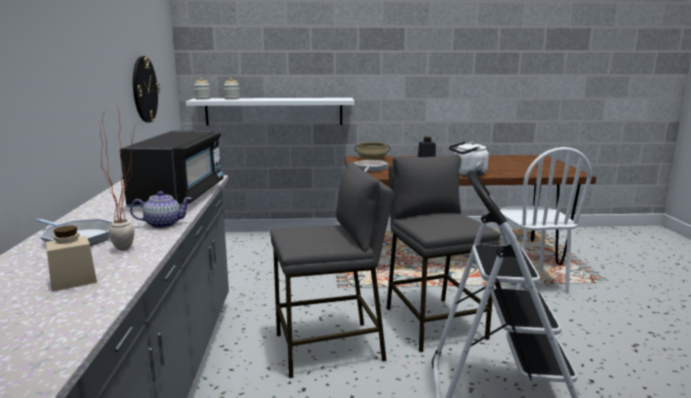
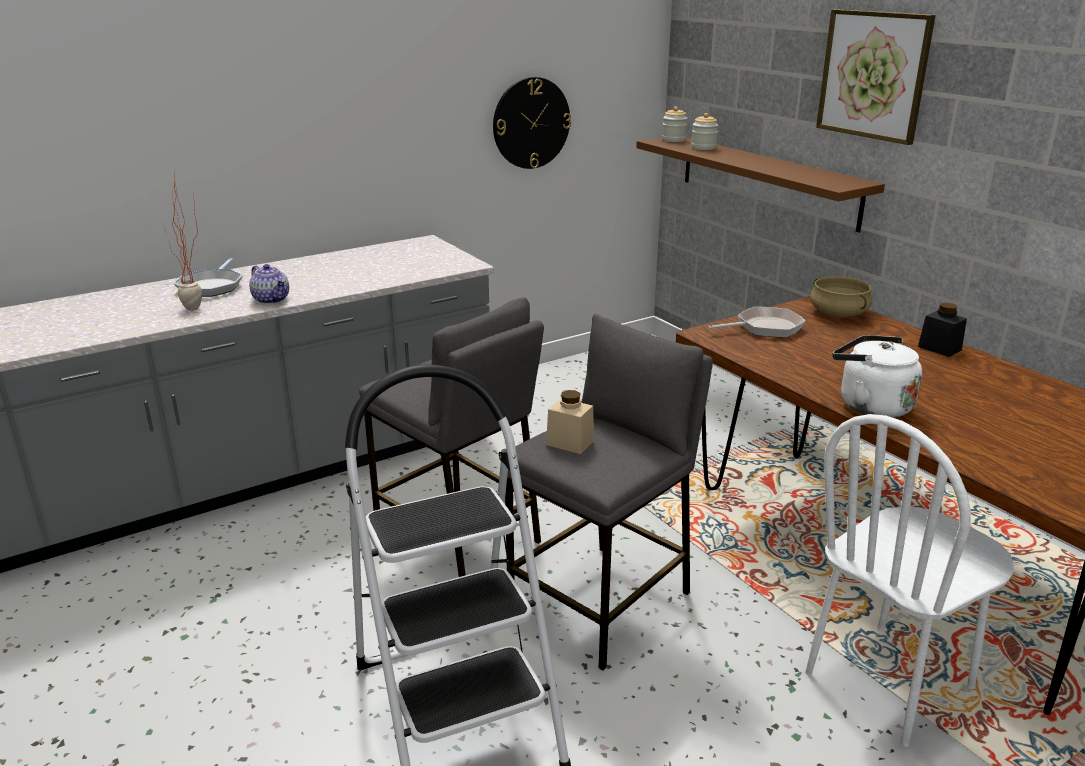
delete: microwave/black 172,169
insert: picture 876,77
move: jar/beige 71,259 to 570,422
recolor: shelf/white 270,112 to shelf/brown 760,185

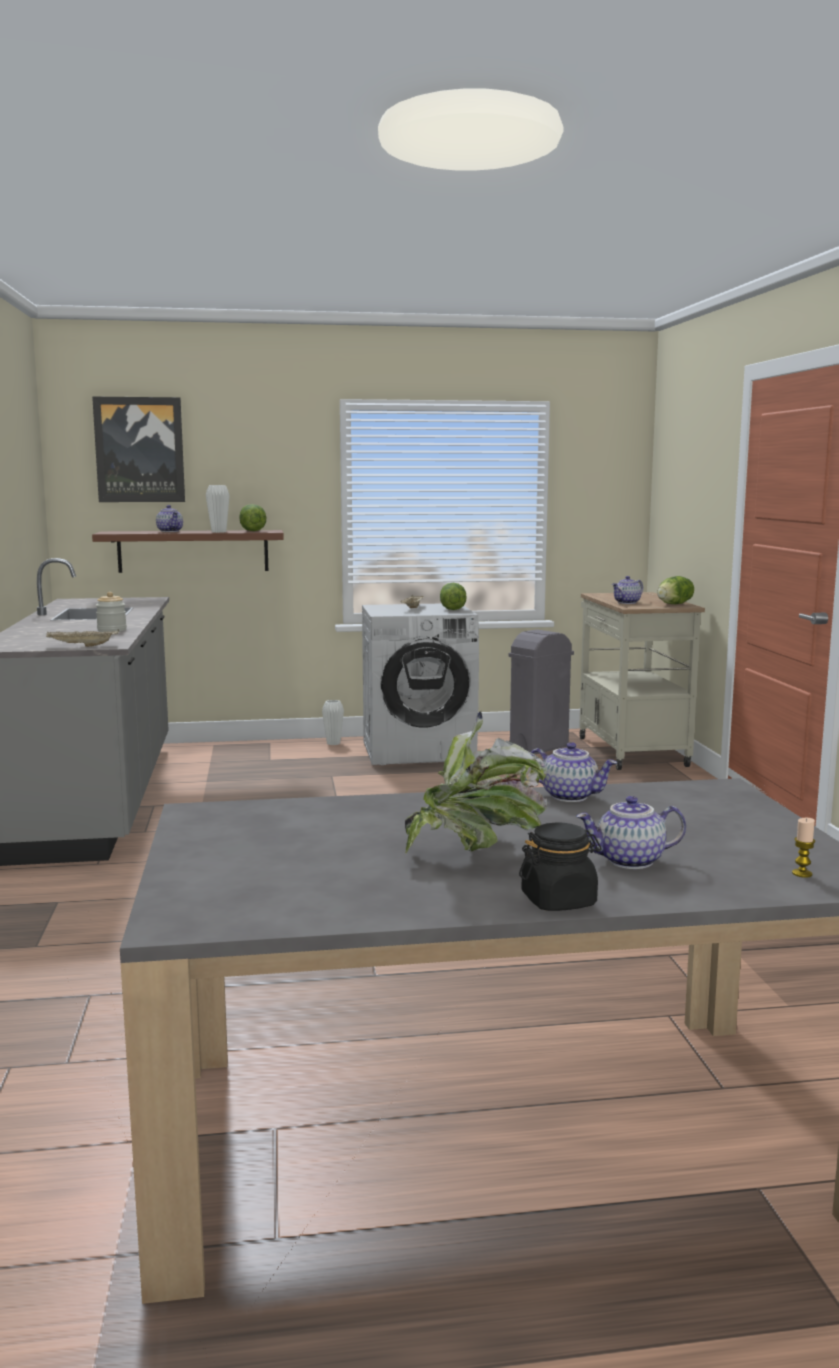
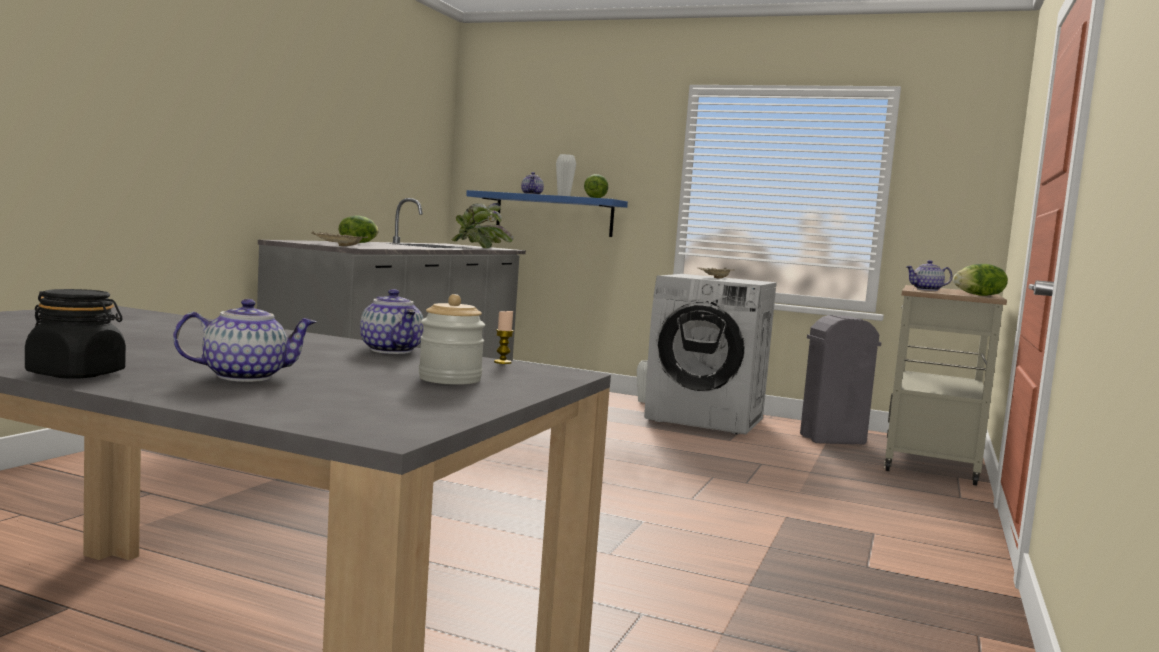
delete: picture 138,449
move: jar 111,612 to 452,339; potted plant 476,782 to 482,225; lettuce 453,596 to 359,229; candle 803,848 to 504,337
recolor: shelf/brown 188,551 to shelf/blue 547,213
rotate: teapot 631,832 = 244,340 135 degrees clockwise

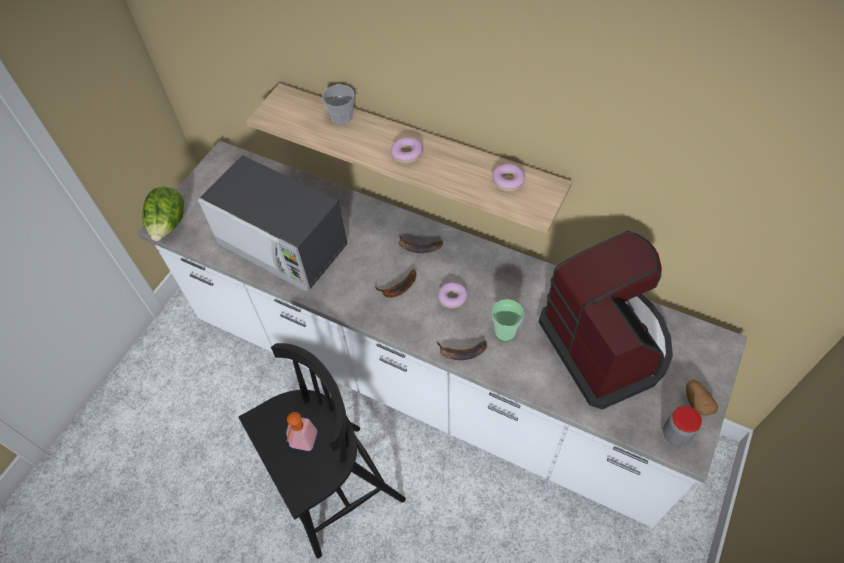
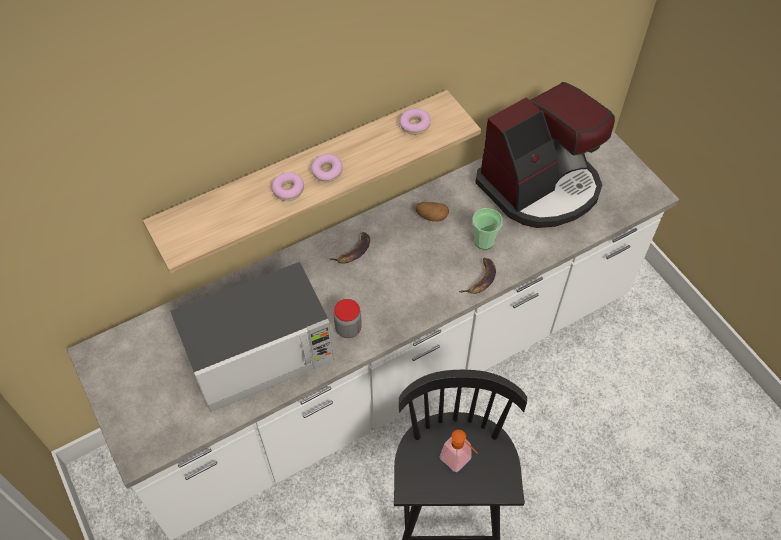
delete: lettuce 163,214; cup 338,104; banana 395,283
move: donut 453,295 to 288,186; jar 682,426 to 348,318; potato 702,398 to 432,212
rotate: coffee machine 606,320 = 545,155 135 degrees clockwise

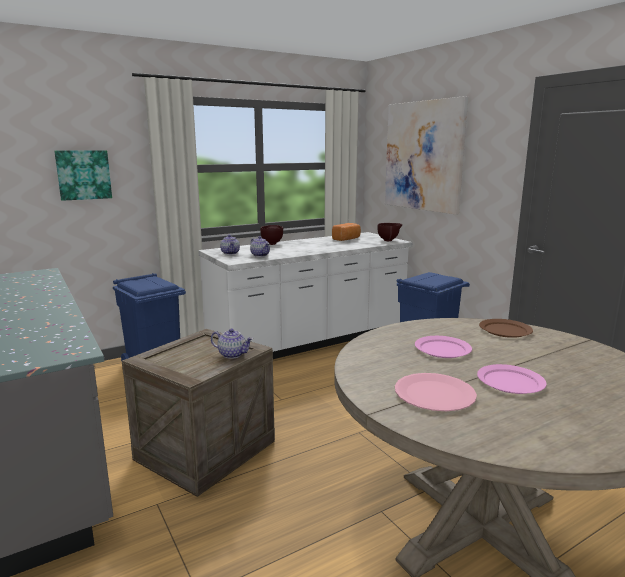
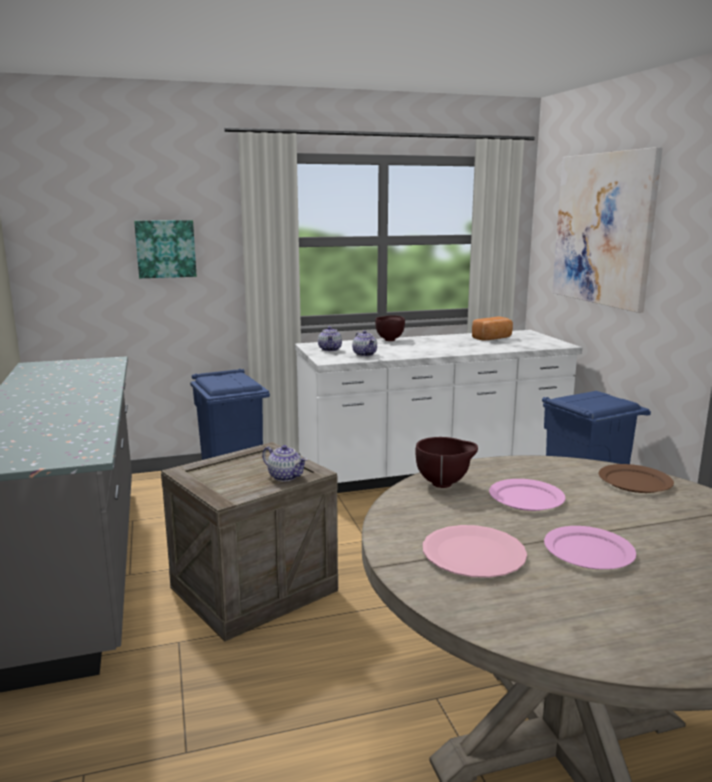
move: bowl/brown 389,232 to 446,462

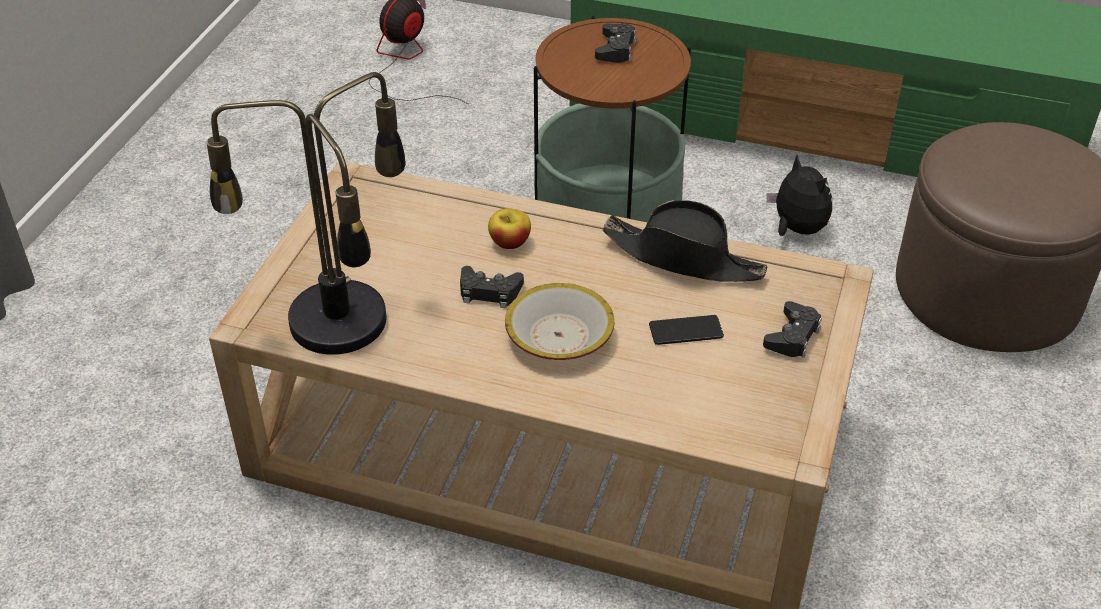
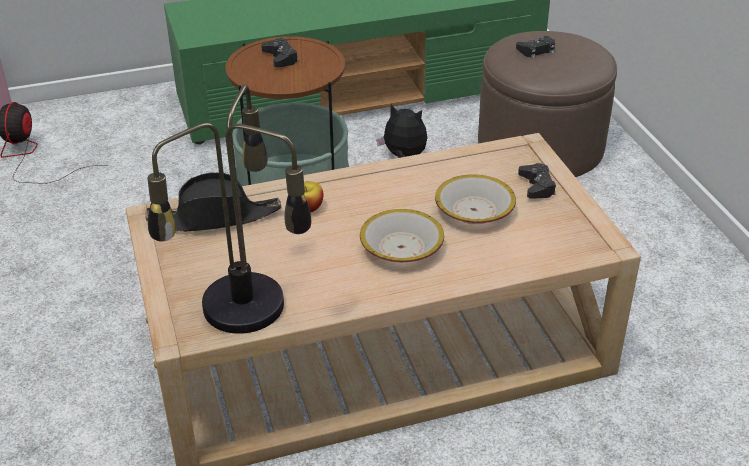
move: game controller/black 492,287 to 535,47; hat/black 685,241 to 213,202
replace: phone 686,330 to bowl 475,199

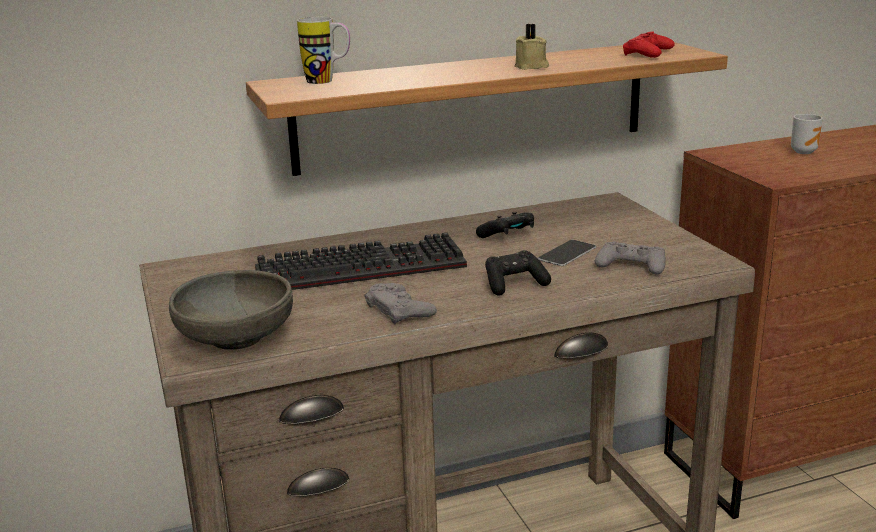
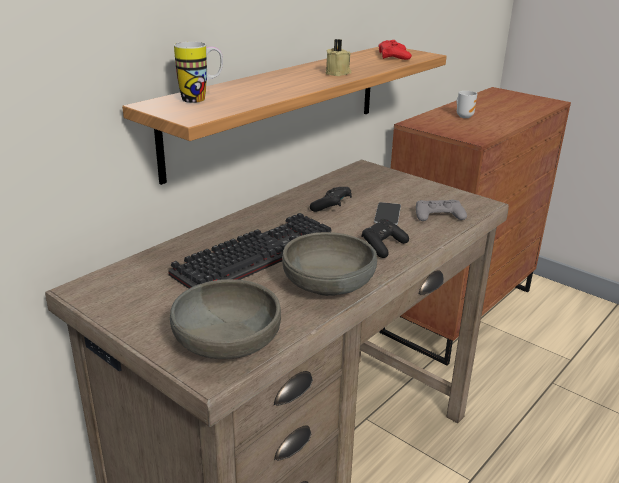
replace: game controller/grey 400,303 to bowl/grey 329,264

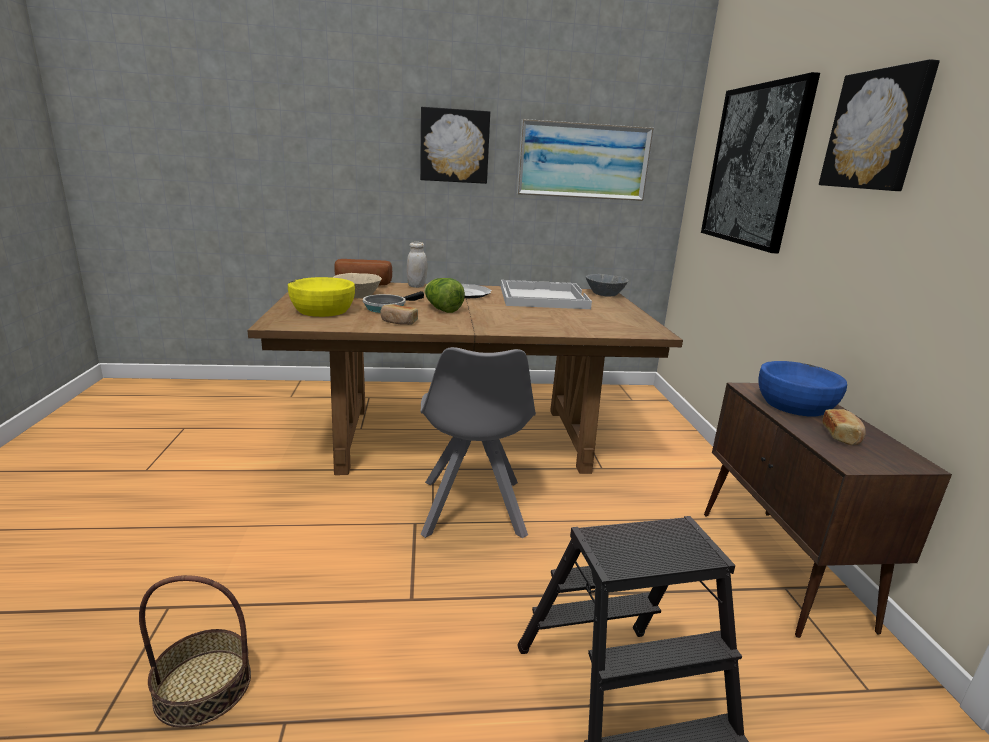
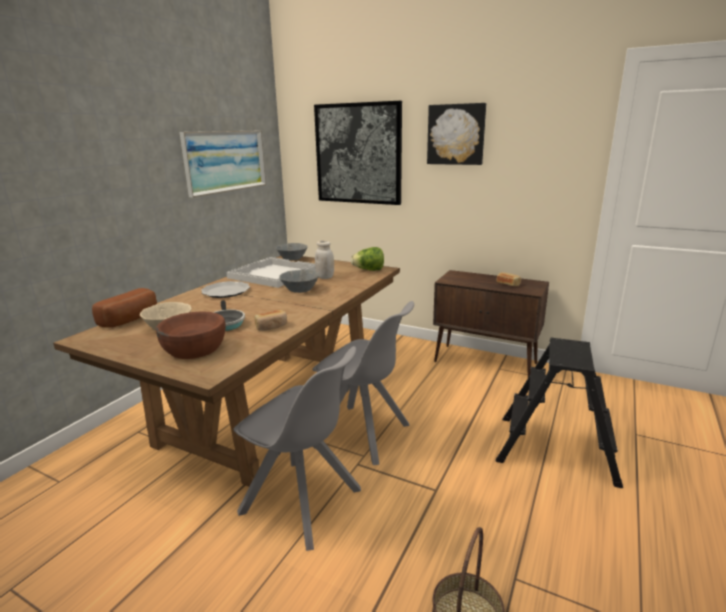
delete: picture 455,145; bowl/blue 802,388
insert: chair/grey 297,448; bowl/grey 299,281
move: jar/white 417,265 to 324,260; lettuce 444,295 to 367,259
recolor: bowl/yellow 321,297 to bowl/brown 191,335

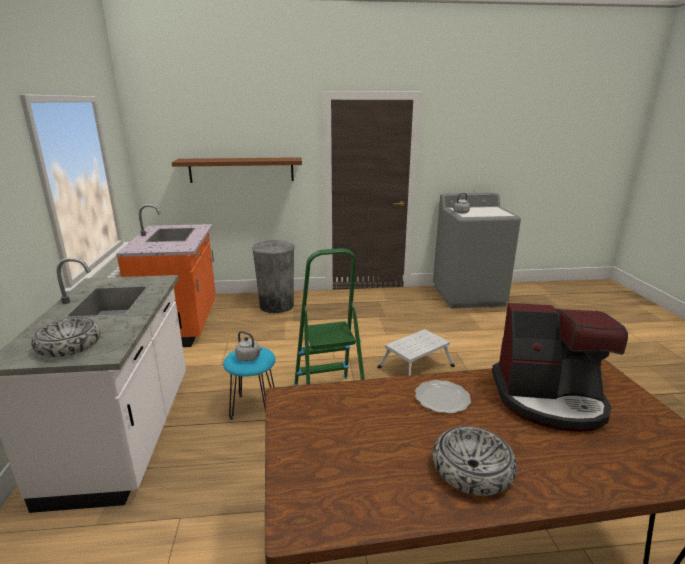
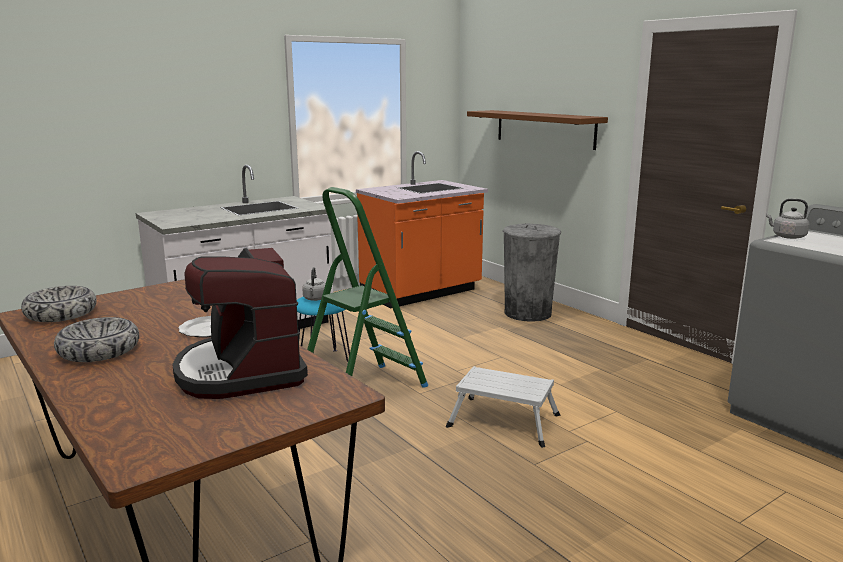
move: bowl 66,337 to 59,304

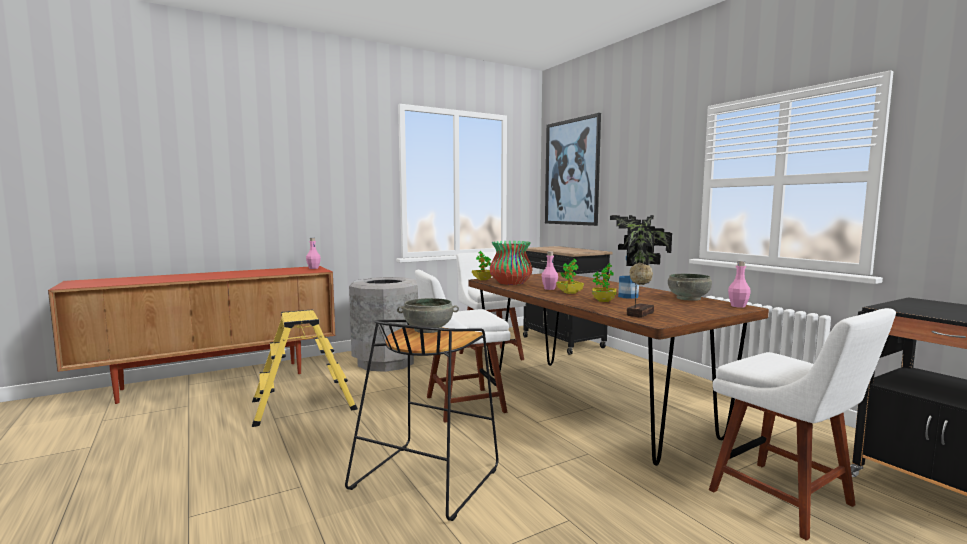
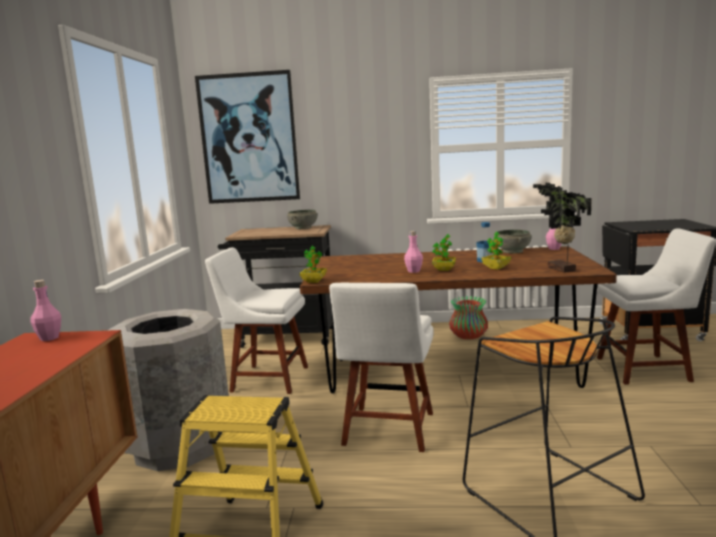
move: bowl/grey 428,315 to 302,219; vase 511,263 to 468,317

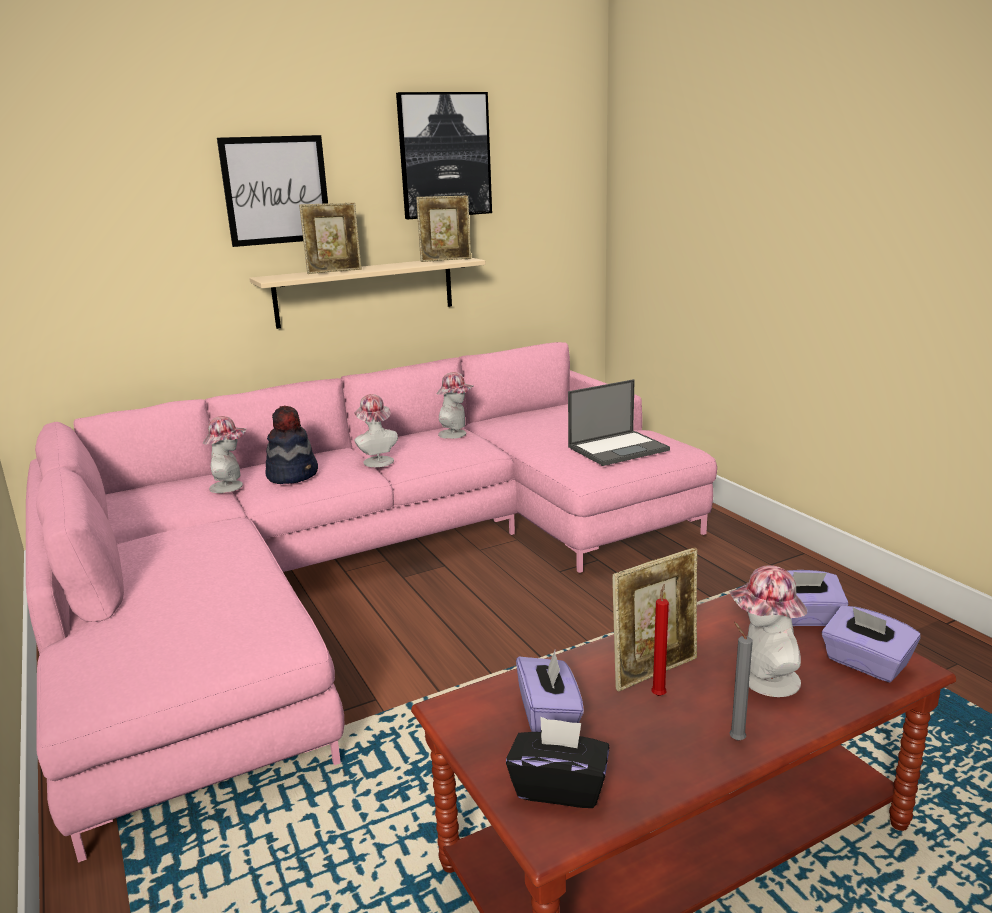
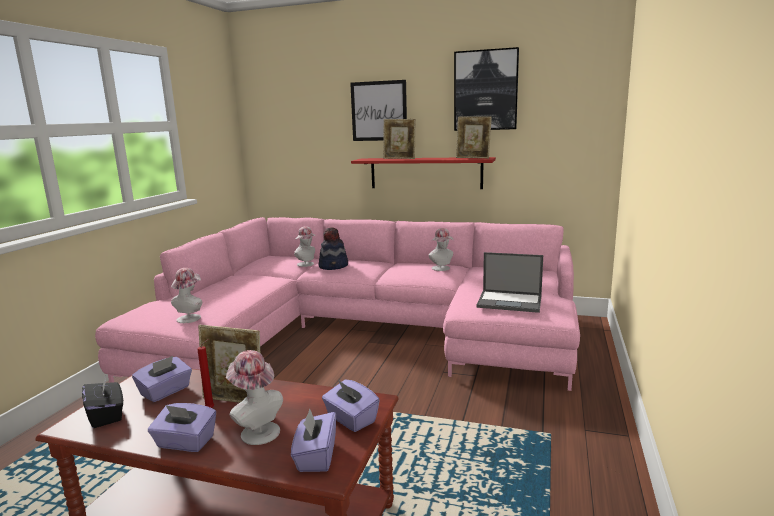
move: hat 376,430 to 186,295
replace: candle/grey 741,681 to tissue box/purple 182,427
recolor: shelf/beige 367,293 to shelf/red 423,173

